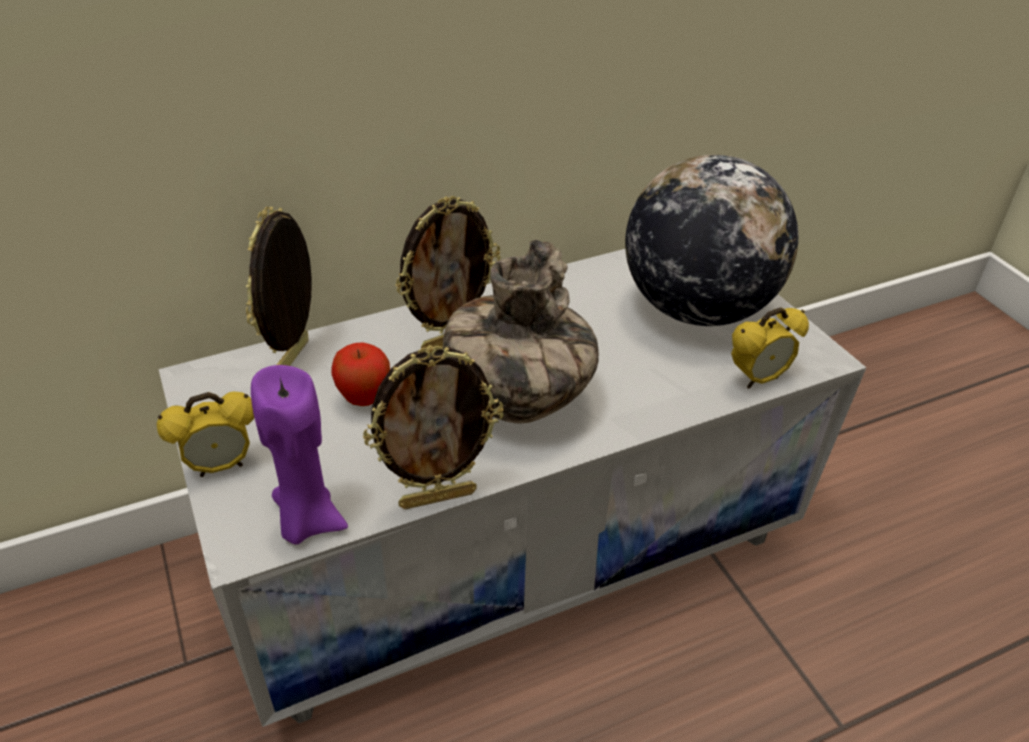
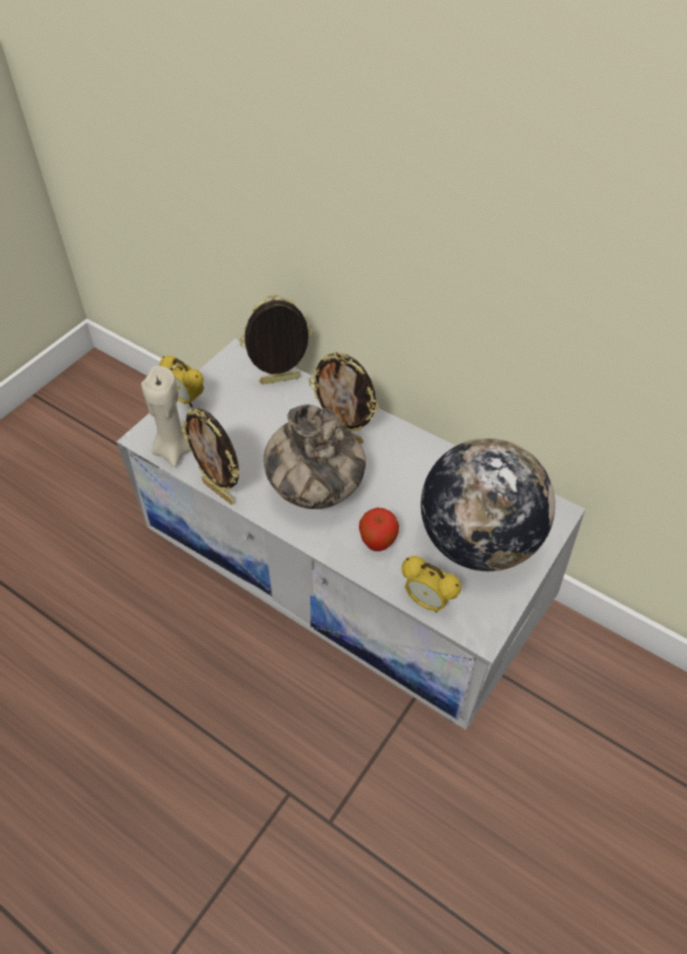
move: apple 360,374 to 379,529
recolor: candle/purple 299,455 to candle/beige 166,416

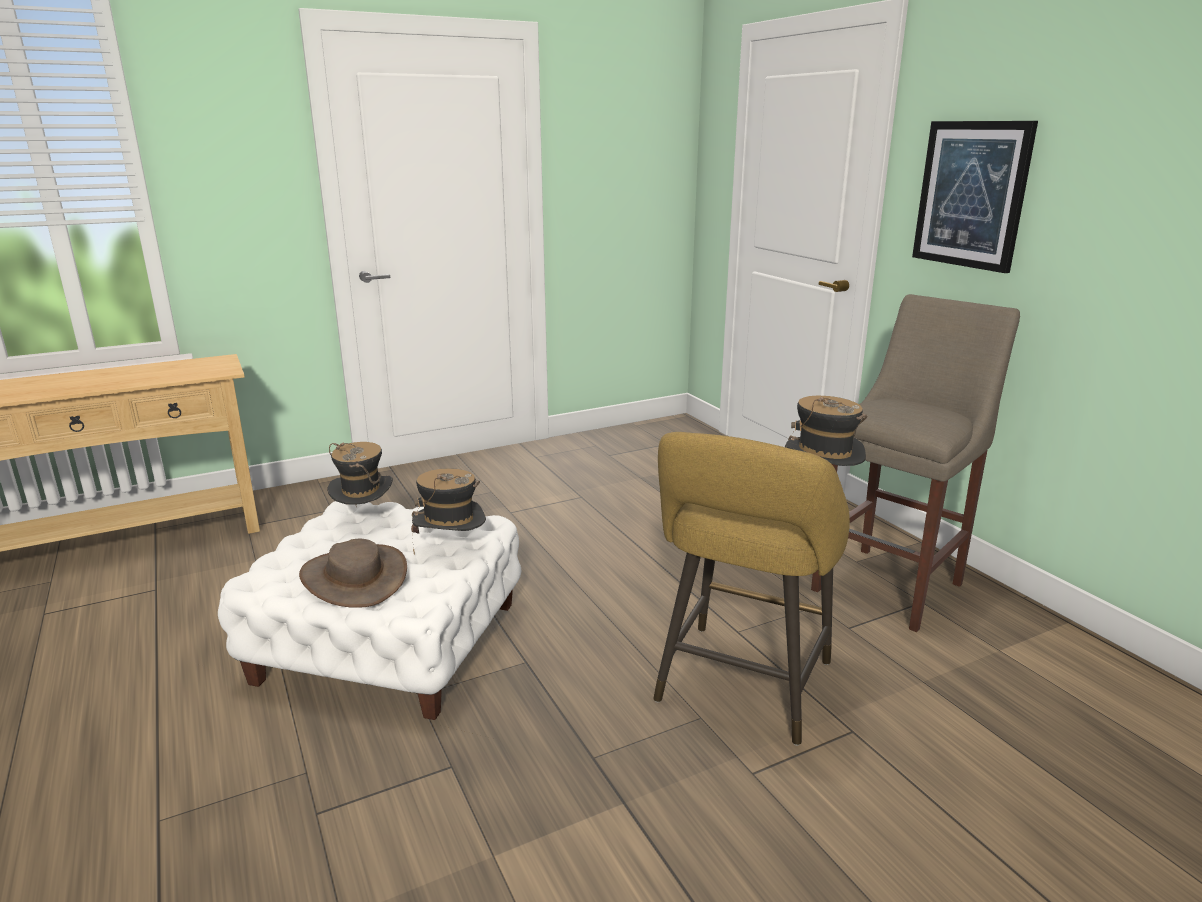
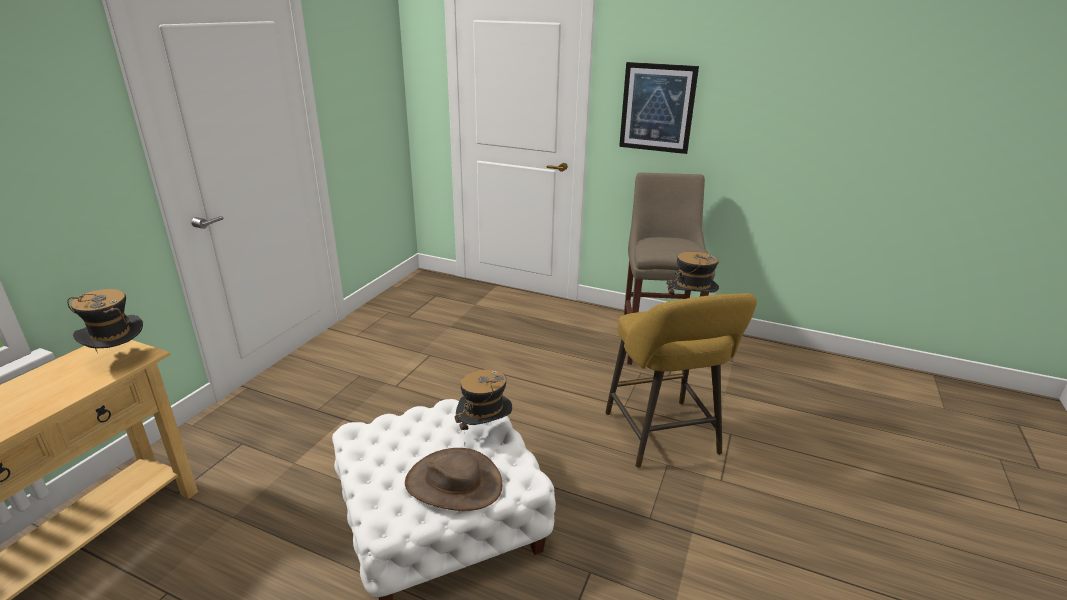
move: hat 360,473 to 105,321

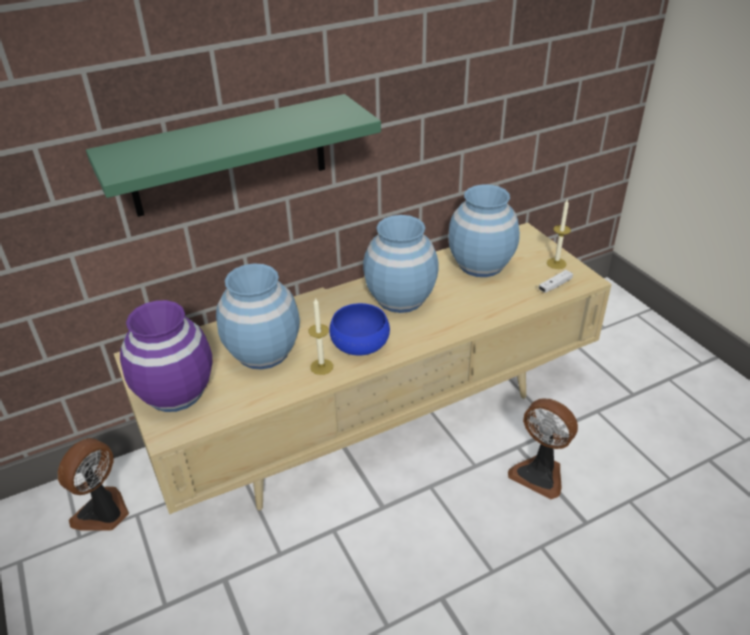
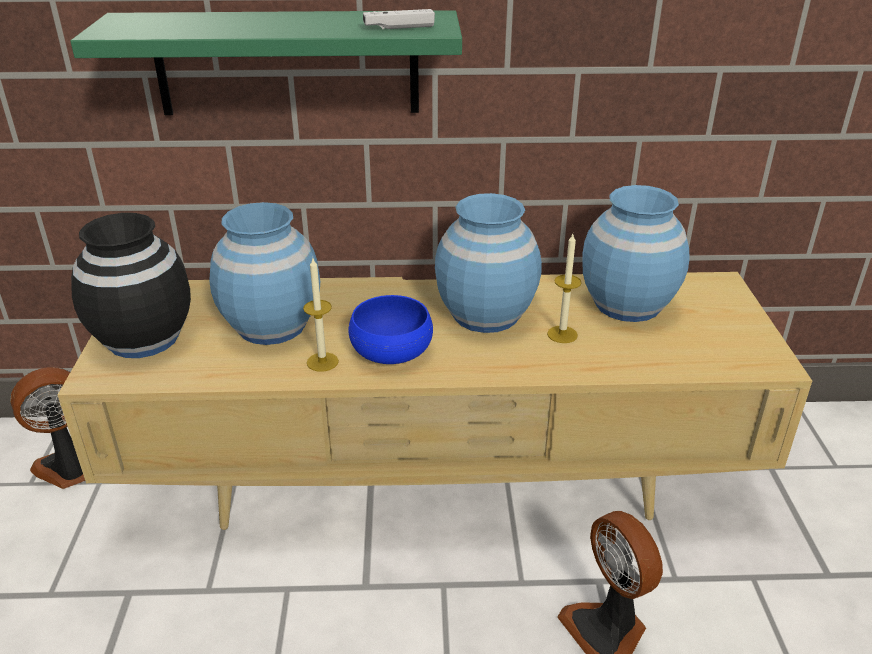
move: game controller/white 556,281 to 399,19; candle 559,234 to 564,288
recolor: vase/purple 166,356 to vase/black 131,285

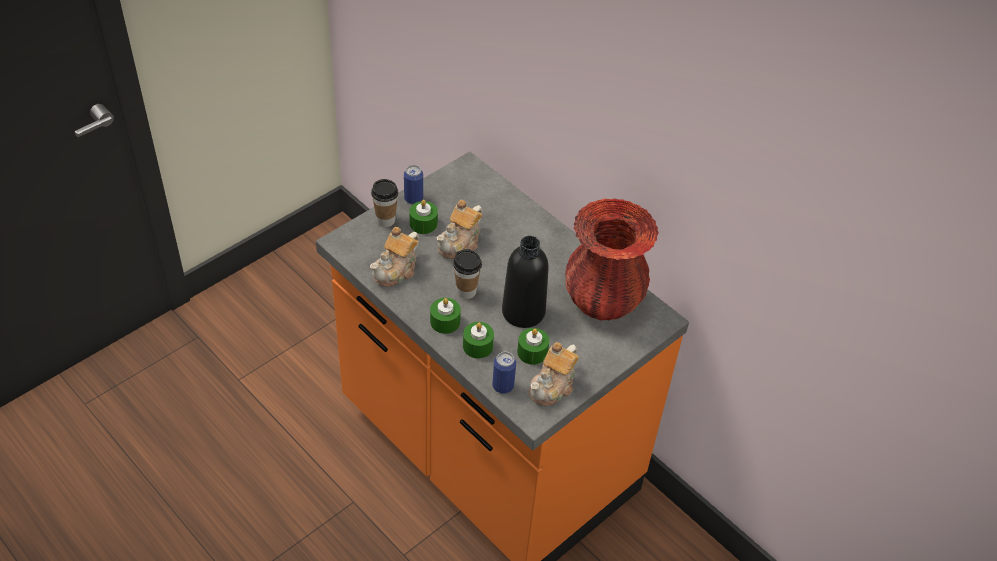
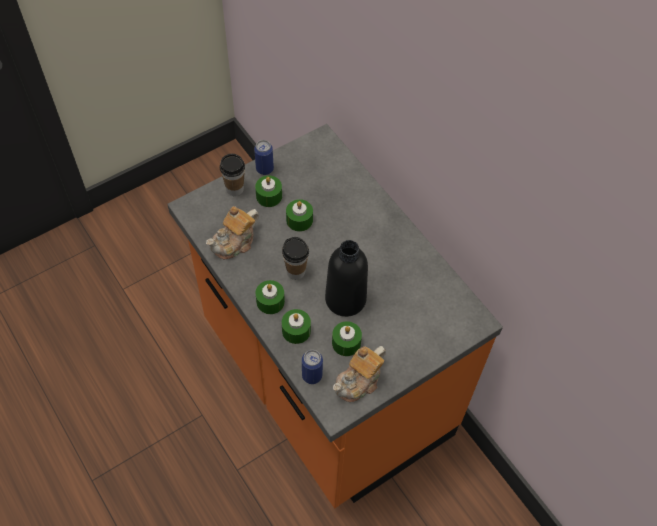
delete: vase/red 612,259
replace: teapot 460,229 to candle/green 299,215

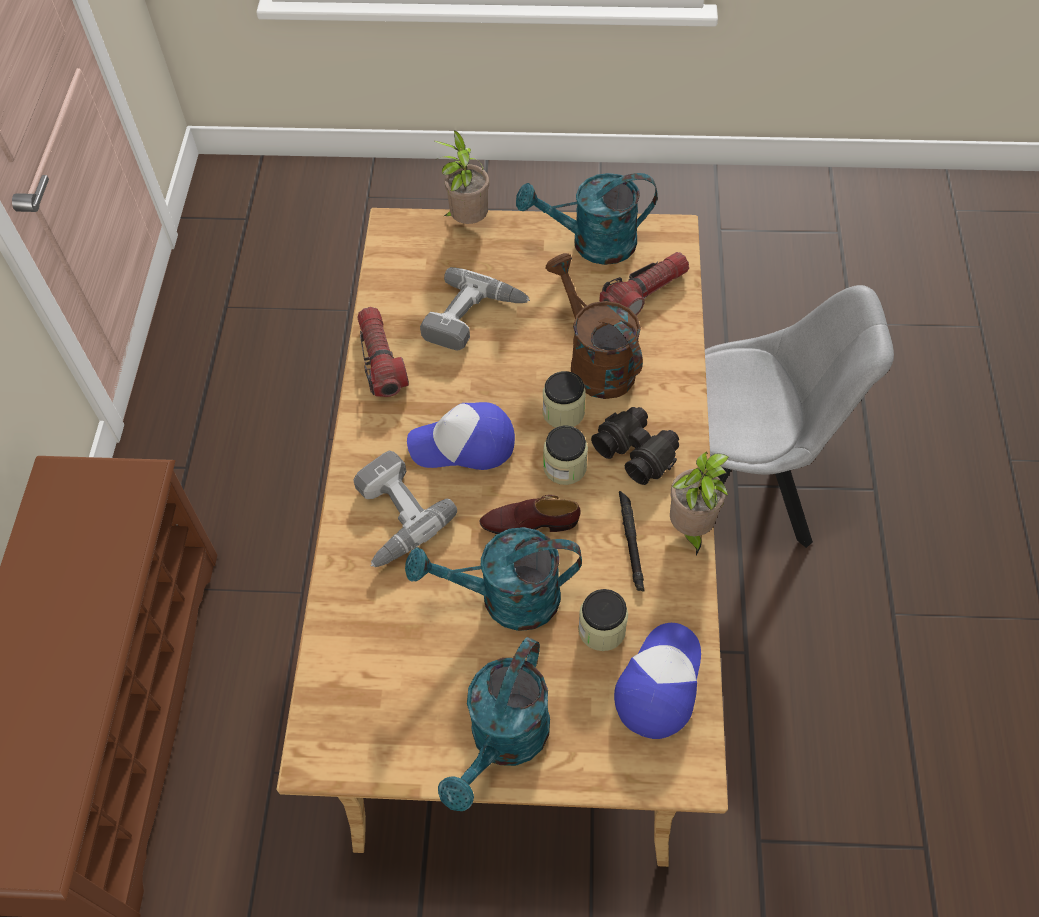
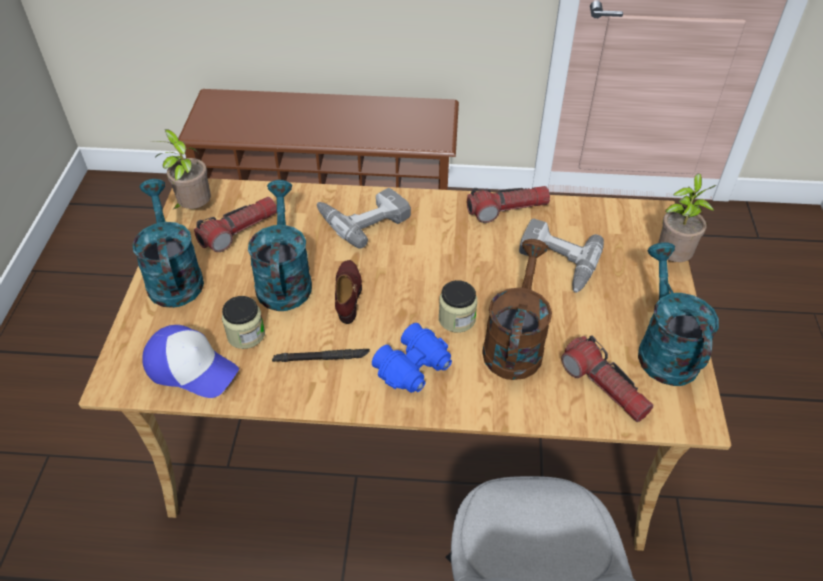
delete: cap 461,436; jar 565,455
insert: flashlight 235,224
move: potted plant 699,503 to 182,169
recolor: binoculars/black 635,446 to binoculars/blue 412,358
rotate: watering can/turquoise 494,724 = 168,243 45 degrees clockwise; watering can/brown 594,326 = 517,309 45 degrees counterclockwise

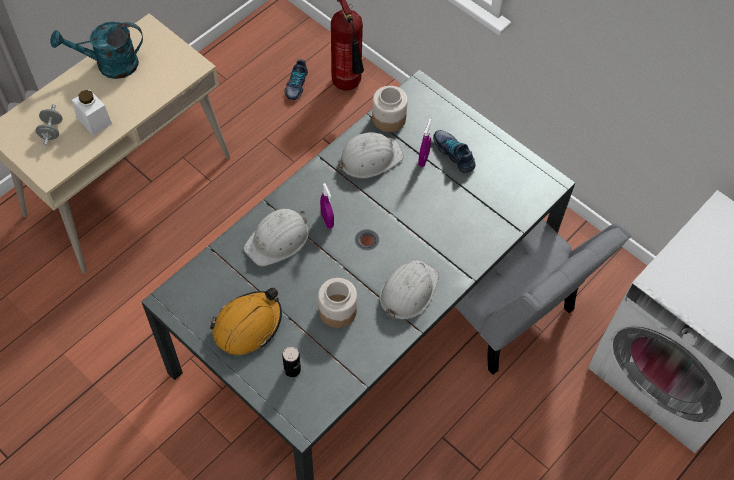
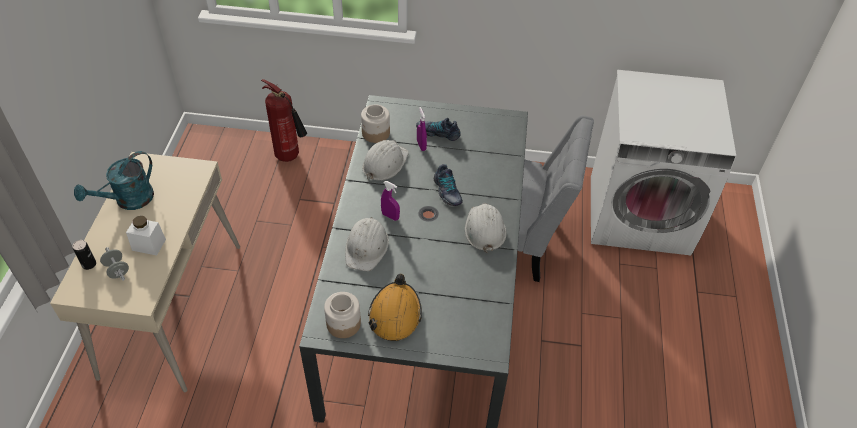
move: can 291,362 to 84,255; shoe 296,79 to 448,185; jar 337,303 to 342,315

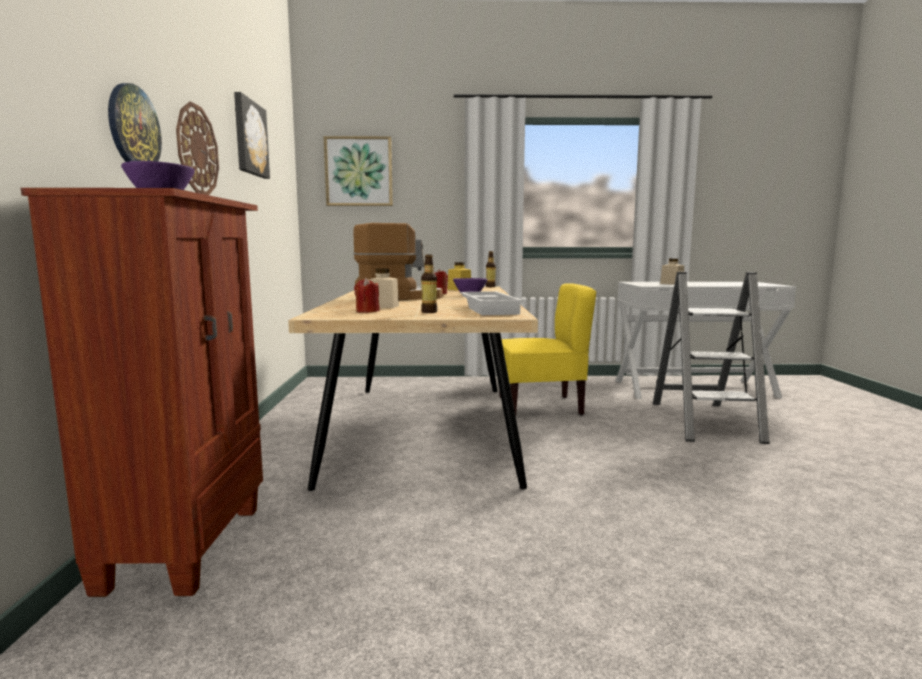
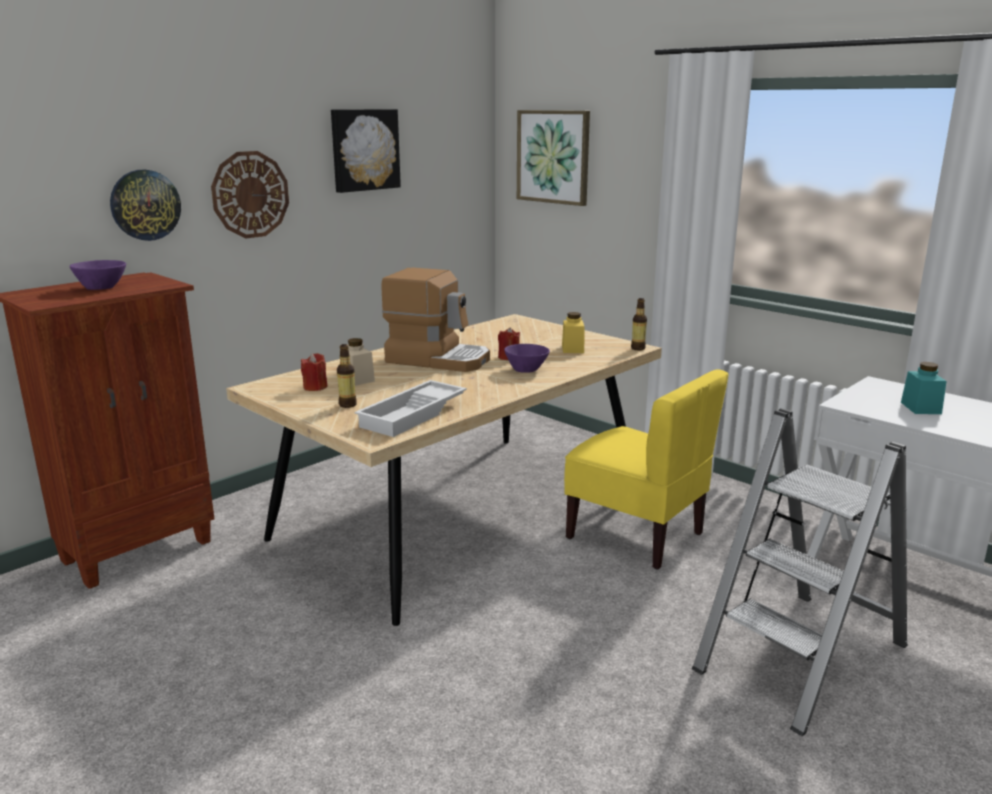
recolor: jar/beige 672,271 to jar/turquoise 924,388

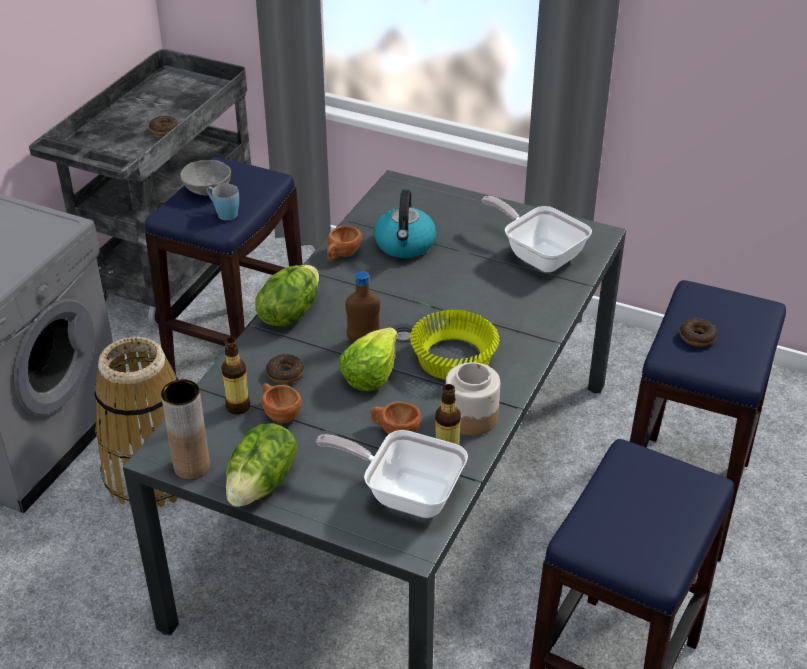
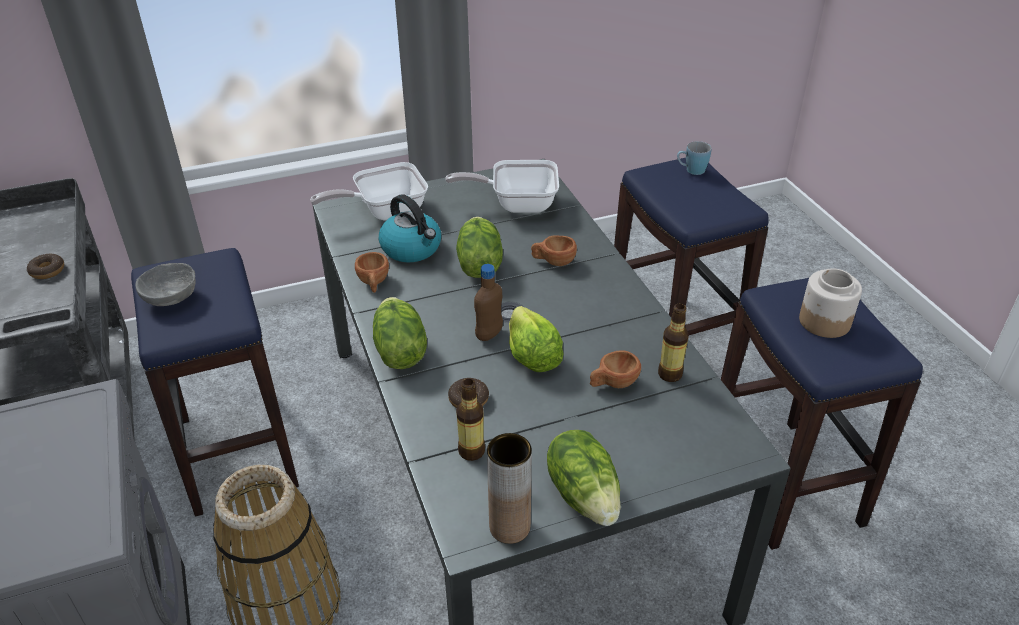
delete: bowl/yellow 454,345; donut 698,332
insert: lettuce 479,247
move: mug/blue 223,202 to 694,158; cup/brown 281,403 to 554,250; frying pan 392,474 to 369,191; jar 472,399 to 830,303

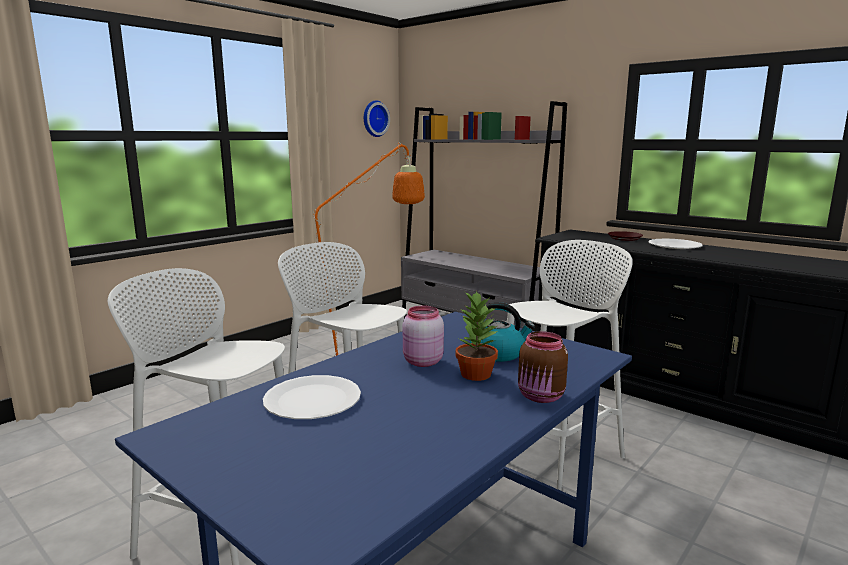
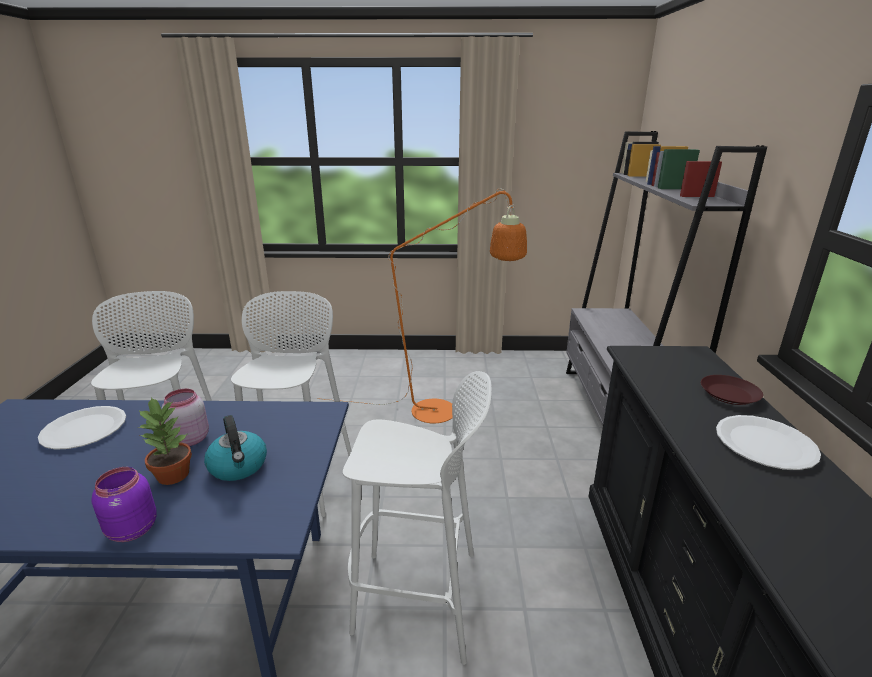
delete: wall clock 377,118
recolor: jar/brown 543,367 to jar/purple 124,504

